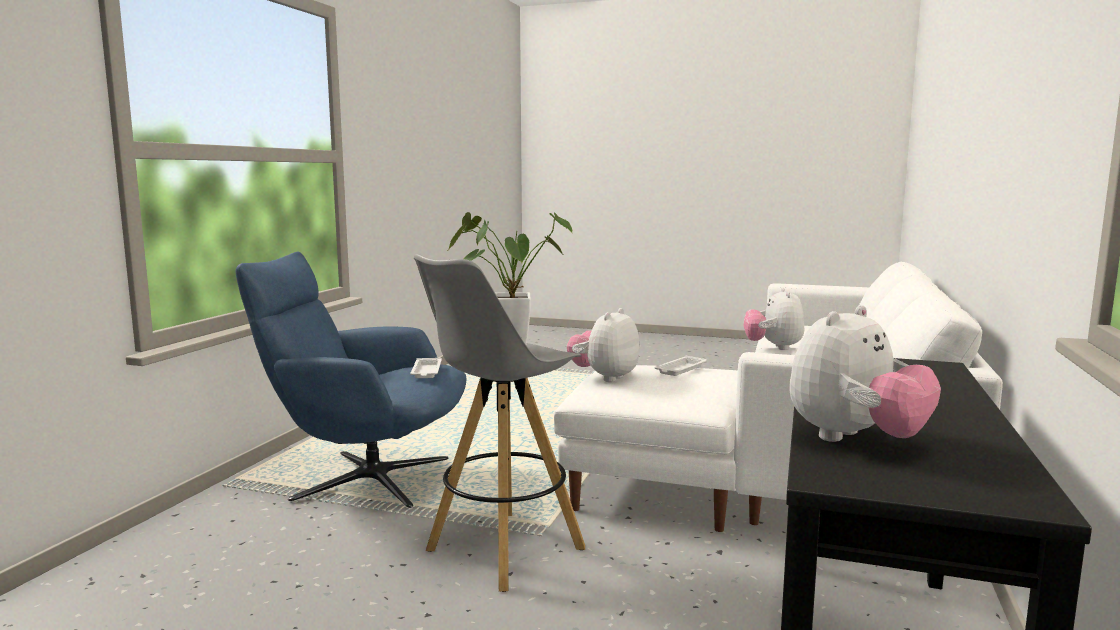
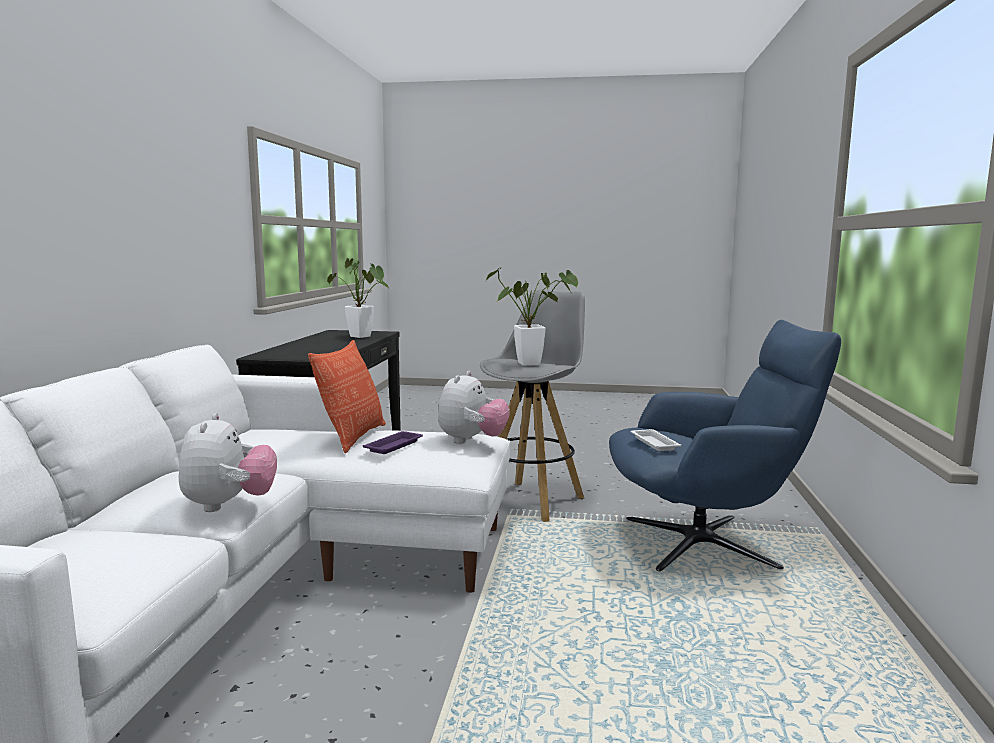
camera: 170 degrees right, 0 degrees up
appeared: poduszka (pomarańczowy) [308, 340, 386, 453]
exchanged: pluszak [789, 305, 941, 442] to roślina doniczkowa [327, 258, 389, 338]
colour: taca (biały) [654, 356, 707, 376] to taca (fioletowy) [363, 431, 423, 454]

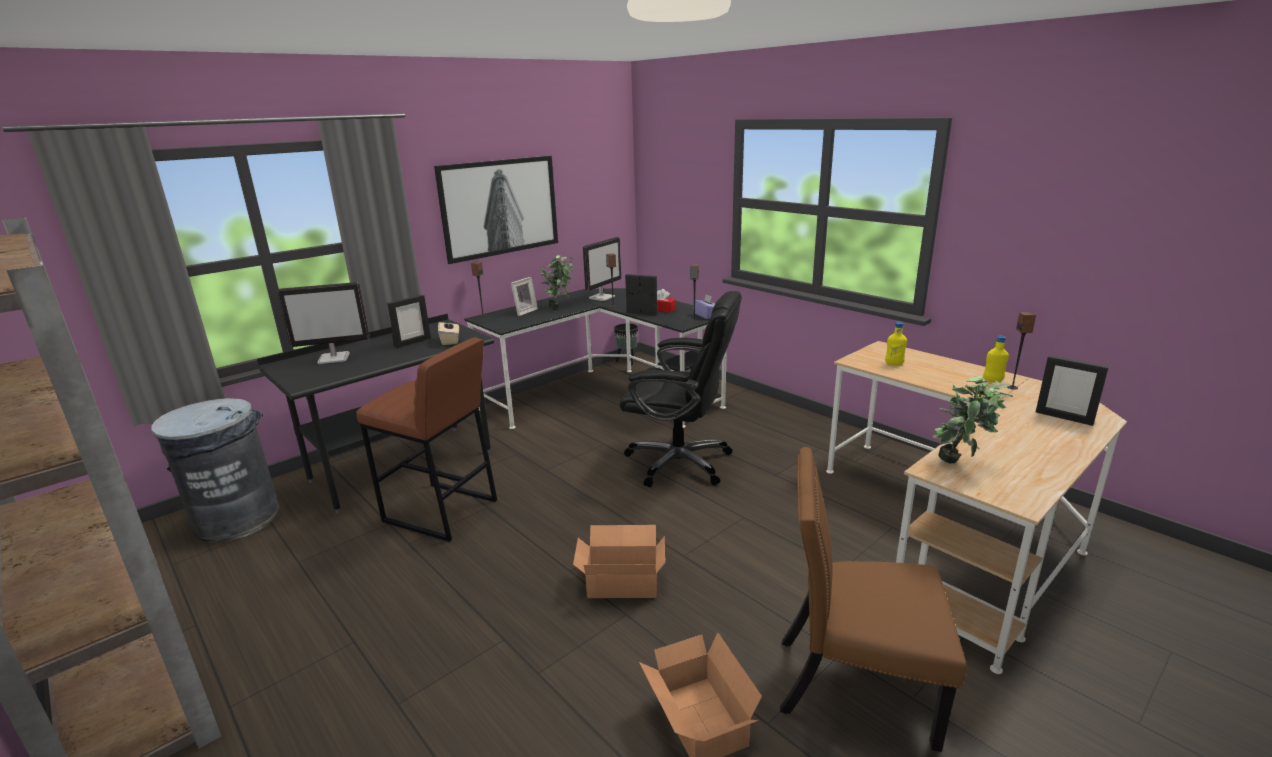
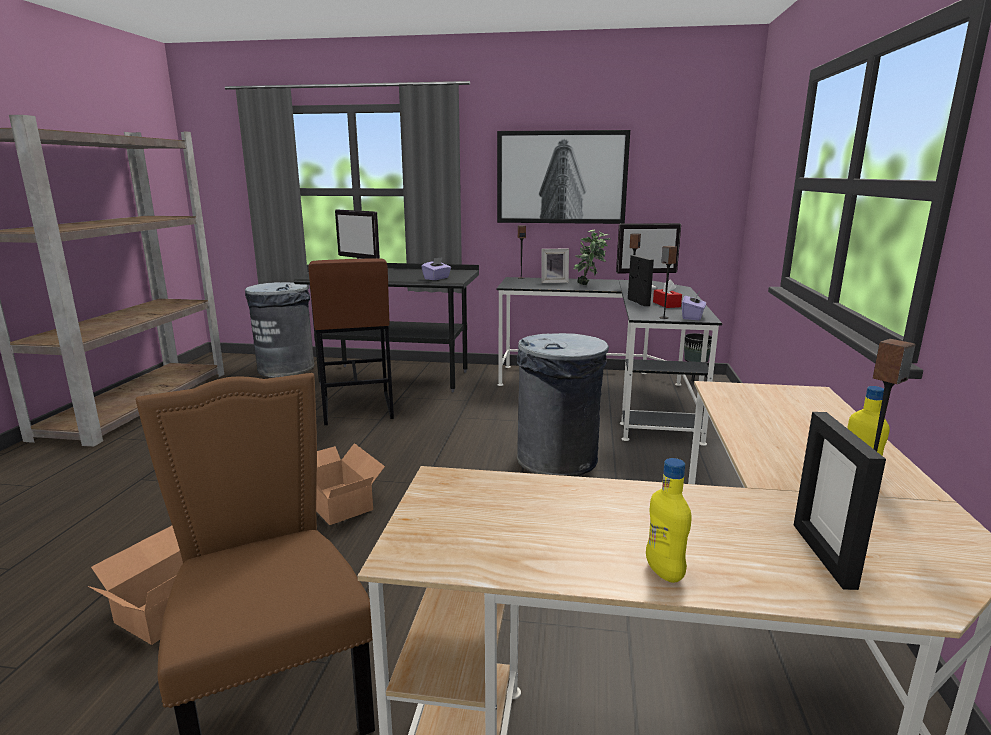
camera: 50 degrees right, 5 degrees down
missing: ramka na zdjęcie [387, 295, 431, 348]; roślina doniczkowa [932, 376, 1013, 464]
relocated: butelka (żółty) [885, 322, 907, 366] to [646, 458, 692, 583]
exchanged: krzesło biurowe (czarny) [620, 291, 742, 488] to kosz na śmieci (szary) [517, 333, 609, 476]
colour: pudełko chusteczek (beżowy) [438, 318, 459, 345] to pudełko chusteczek (fioletowy) [421, 257, 451, 280]

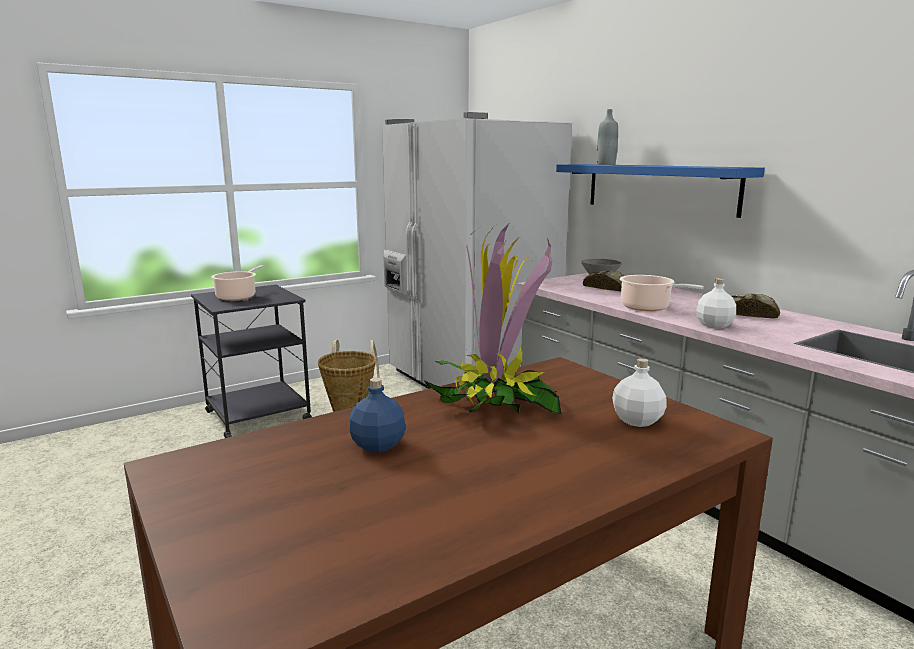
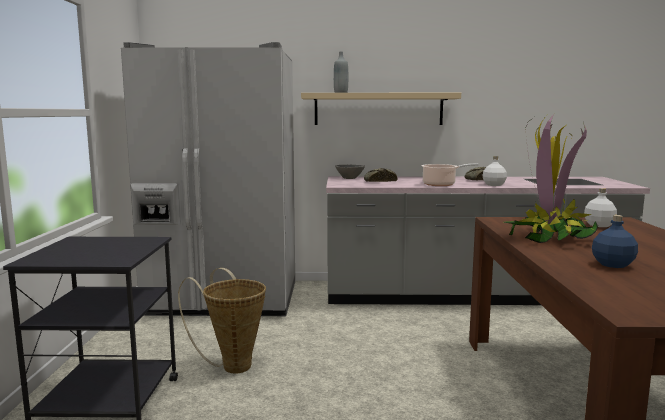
camera: 55 degrees left, 5 degrees down
missing: garnek [211, 265, 264, 301]
colour: półka (niebieski) [556, 164, 765, 218] to półka (beżowy) [301, 93, 461, 125]

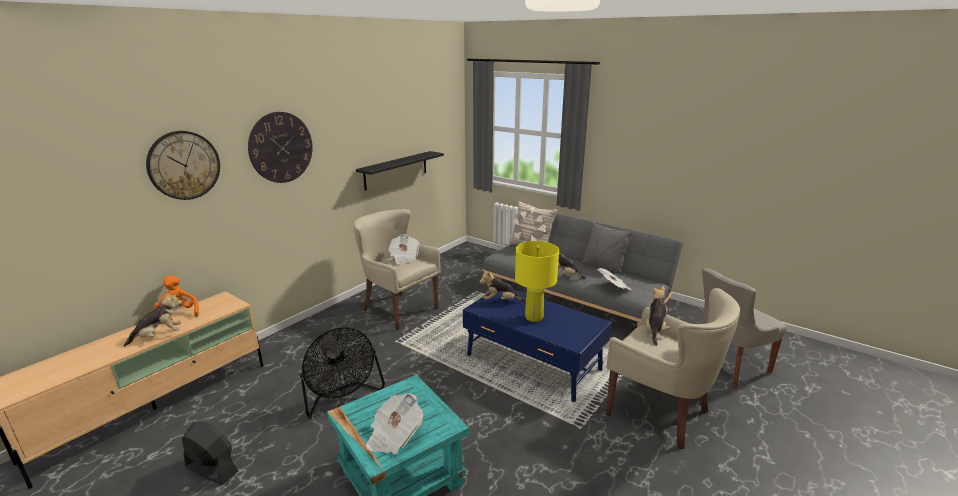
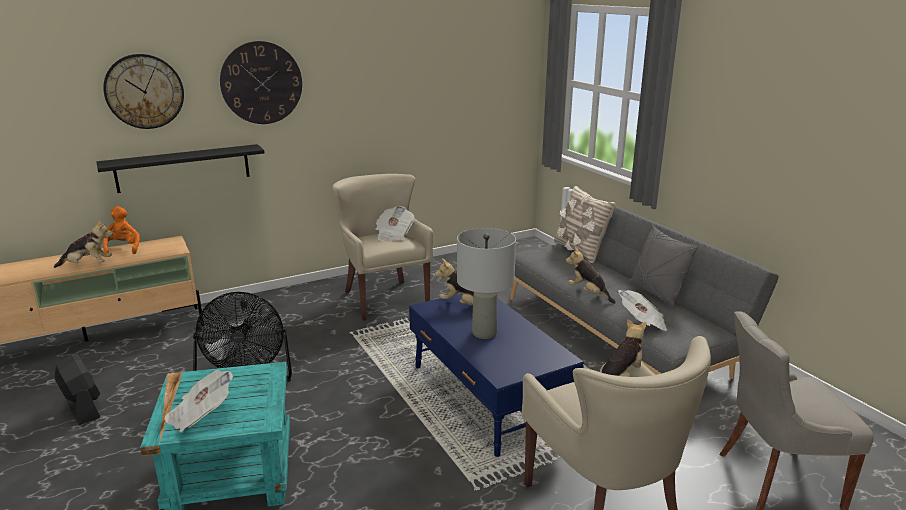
camera: 25 degrees right, 0 degrees up
relocated: półka (czarny) [356, 151, 444, 191] to [97, 144, 265, 193]
colour: lampa stołowa (żółty) [515, 241, 559, 322] to lampa stołowa (szary) [457, 228, 516, 339]

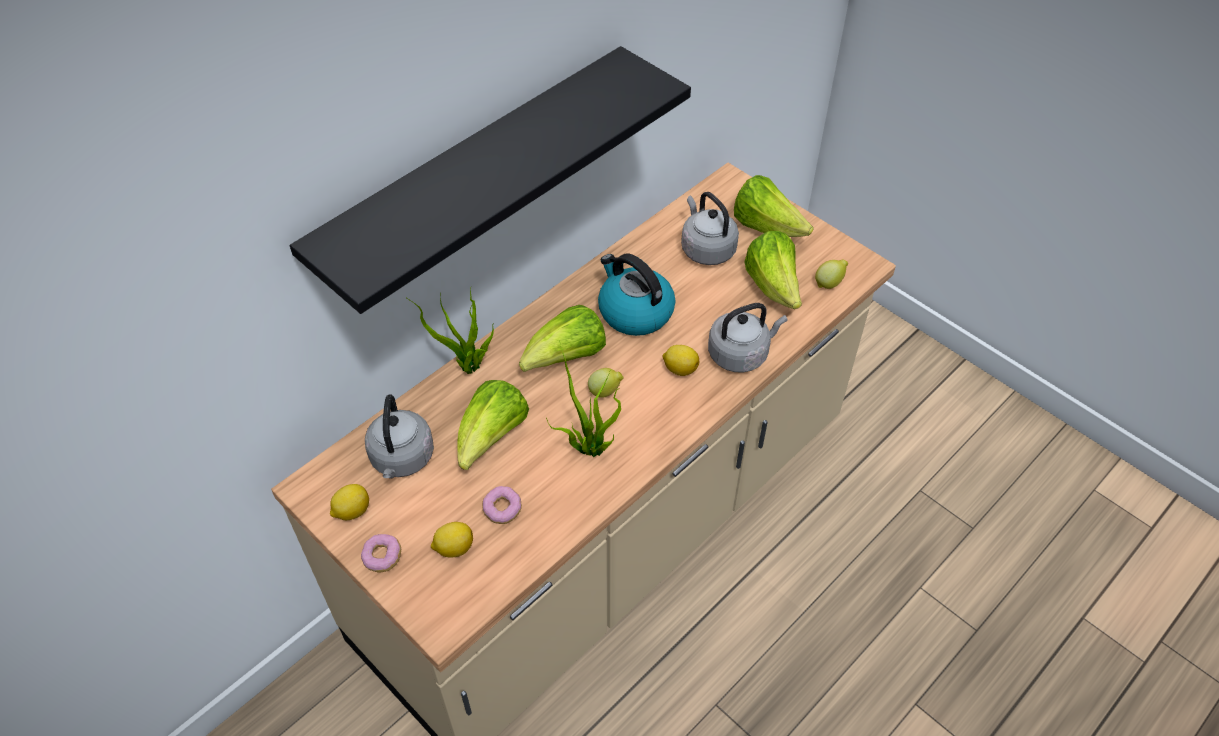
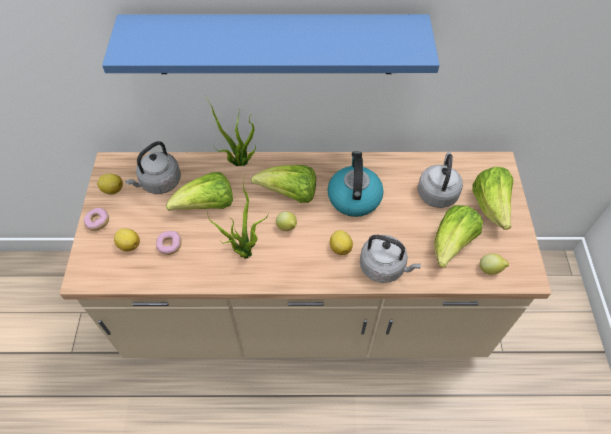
camera: 45 degrees right, 5 degrees up
colour: półka (czarny) [290, 46, 691, 314] to półka (niebieski) [102, 14, 440, 74]

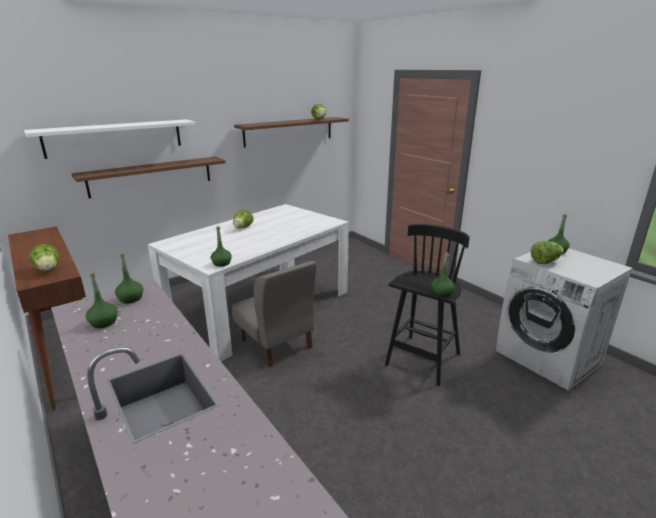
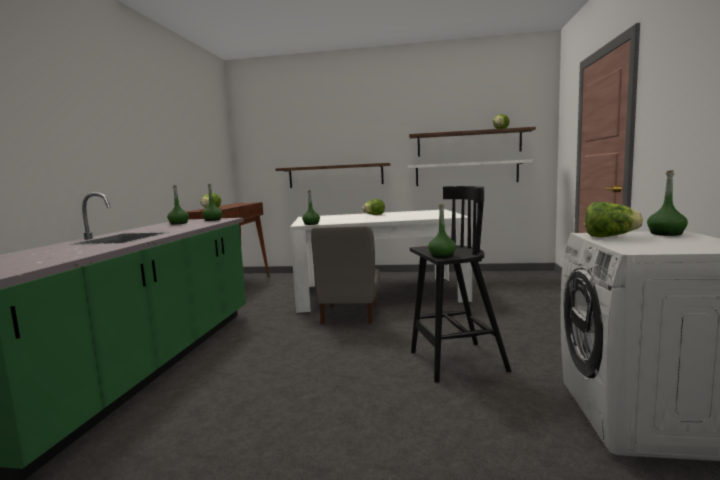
camera: 45 degrees right, 15 degrees down
relocated: półka (biały) [24, 119, 196, 159] to [407, 160, 532, 186]

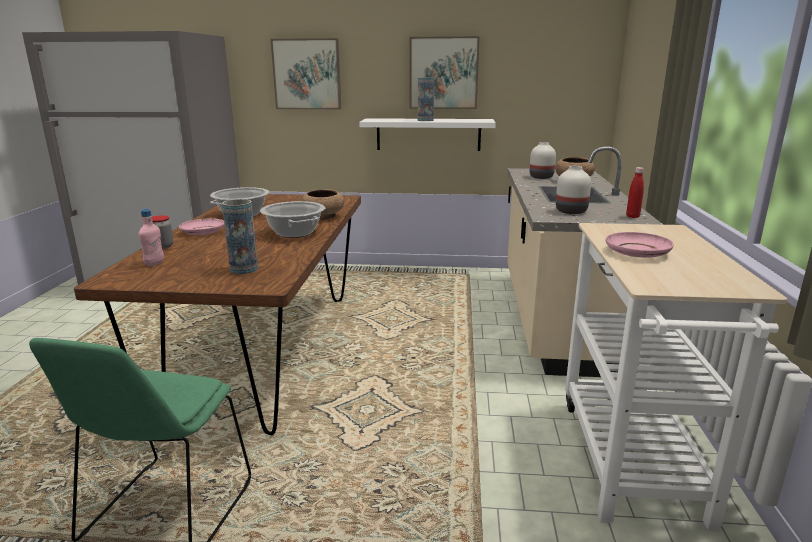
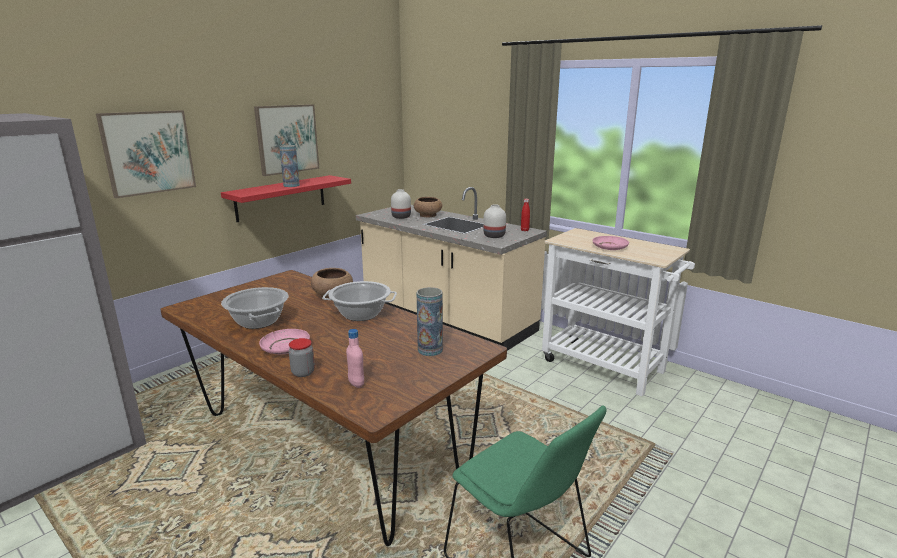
camera: 55 degrees left, 0 degrees up
colour: półka (biały) [359, 118, 496, 151] to półka (czerwony) [221, 175, 351, 222]

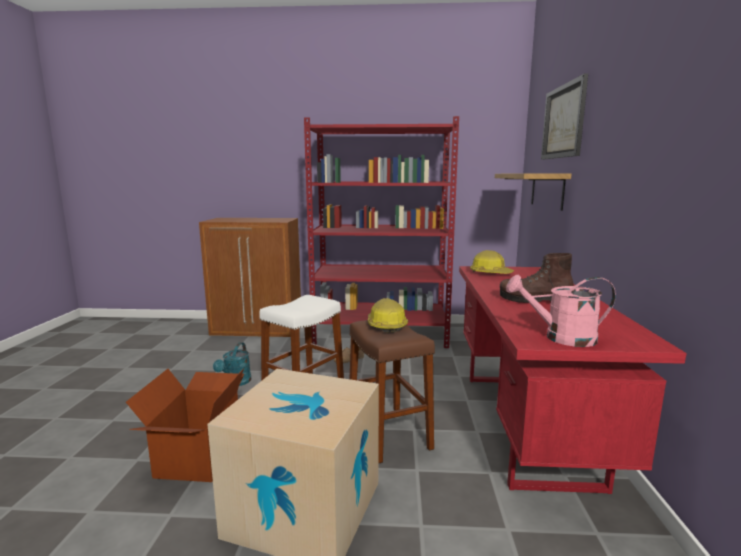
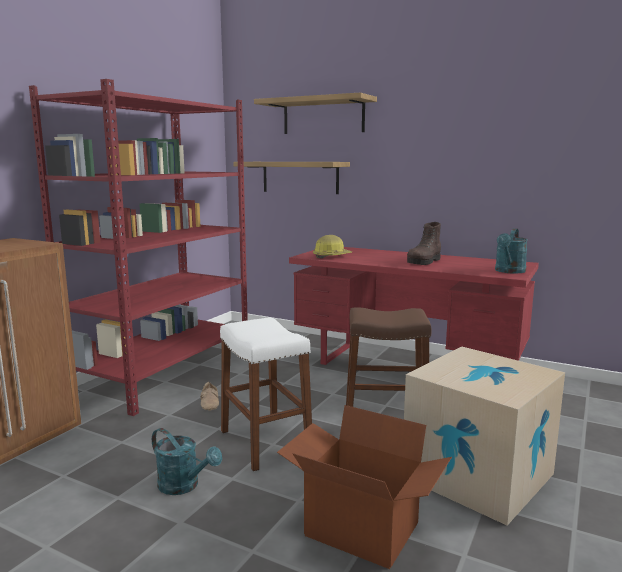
camera: 65 degrees left, 0 degrees up
missing: kask [368, 298, 408, 333]
exchanged: obraz [541, 74, 588, 159] to półka [254, 93, 377, 134]
colour: konewka (różowy) [506, 275, 616, 347] to konewka (turkusowy) [495, 228, 528, 274]

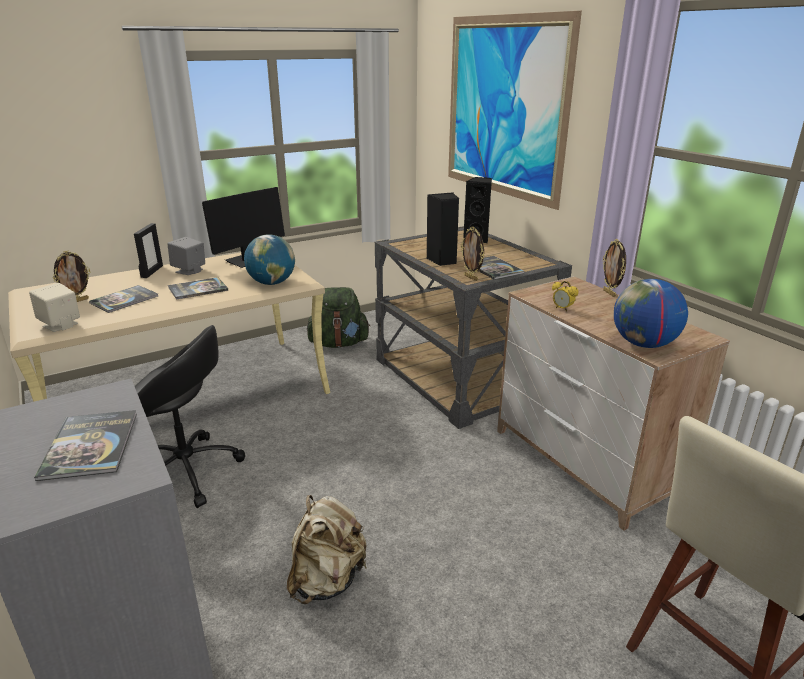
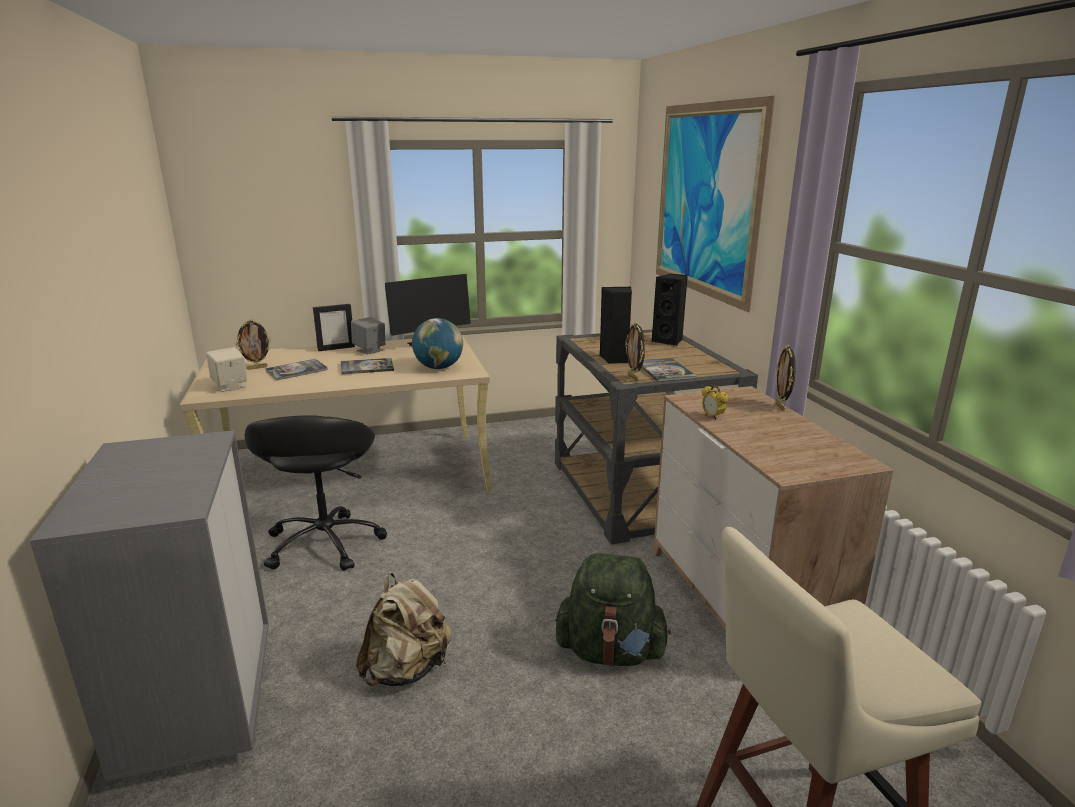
camera: 15 degrees right, 5 degrees down
missing: książka [34, 410, 137, 481]; globus [614, 279, 688, 348]
relocated: plecak (zielony) [307, 287, 370, 348] to [555, 553, 671, 667]
spun: krzesło biurowe (czarny) [135, 325, 245, 508] = [245, 415, 387, 571] 60 degrees clockwise; ramka na zdjęcie [134, 223, 163, 278] = [313, 304, 355, 351] 45 degrees clockwise

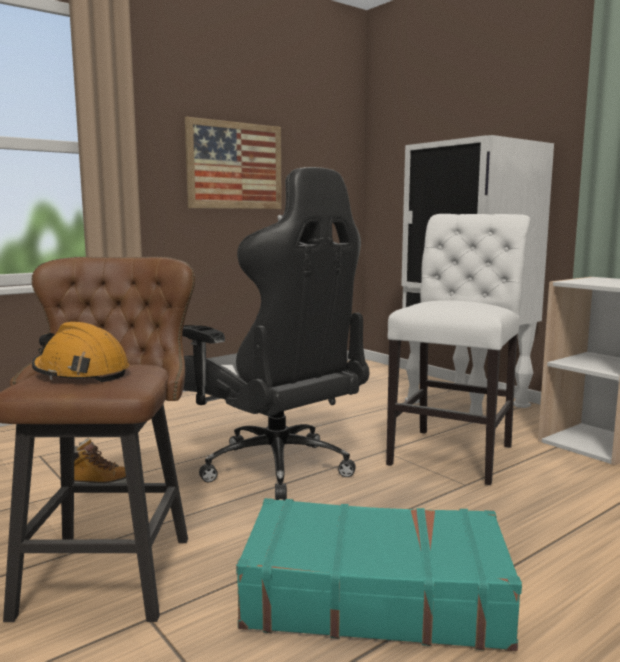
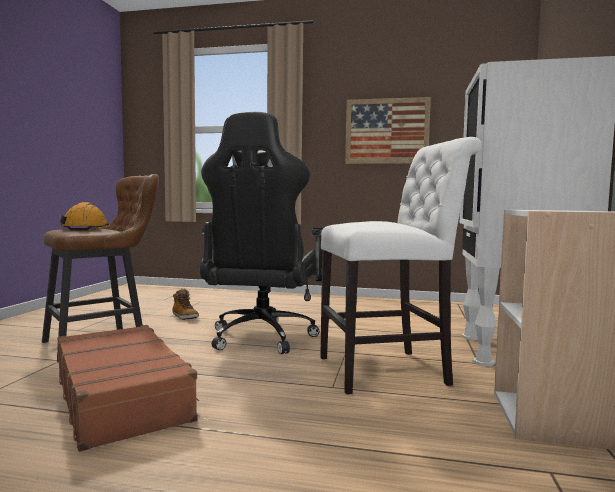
camera: 50 degrees right, 5 degrees down
colour: walizka (turkusowy) [236, 498, 522, 651] to walizka (brązowy) [57, 325, 199, 452]

